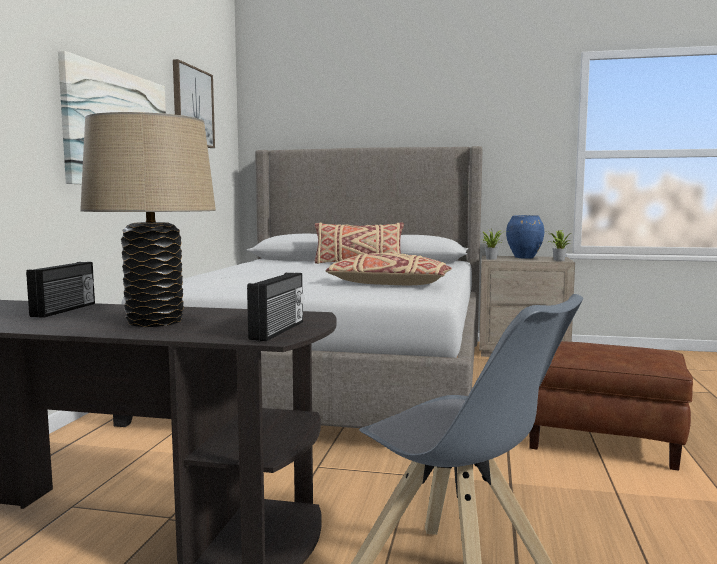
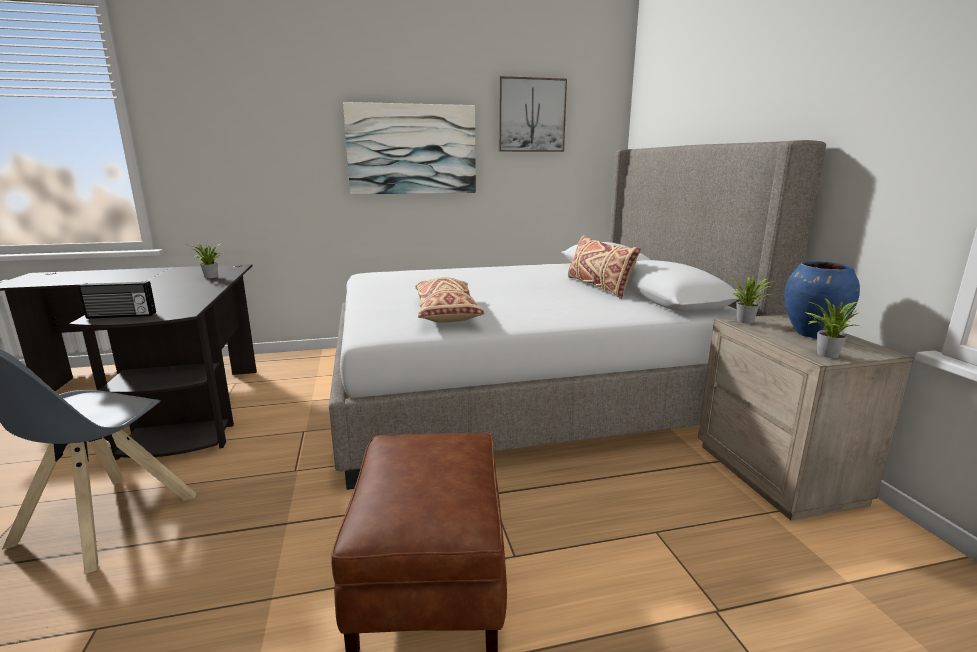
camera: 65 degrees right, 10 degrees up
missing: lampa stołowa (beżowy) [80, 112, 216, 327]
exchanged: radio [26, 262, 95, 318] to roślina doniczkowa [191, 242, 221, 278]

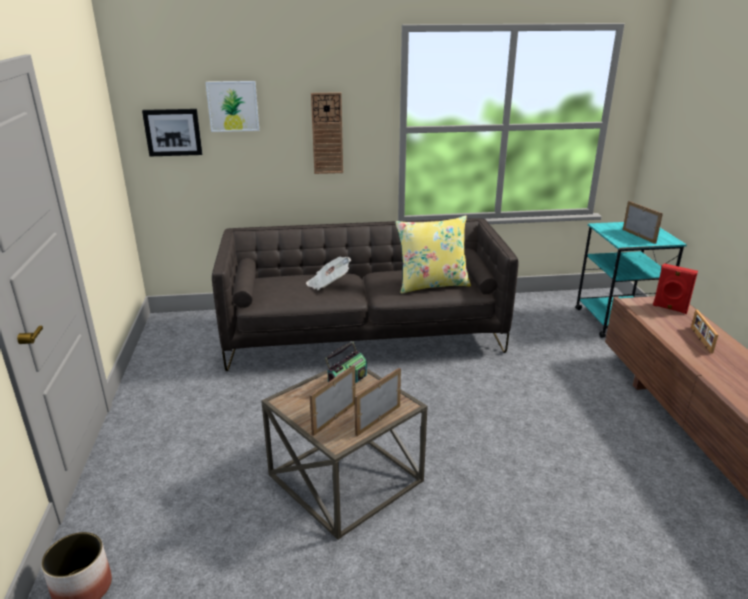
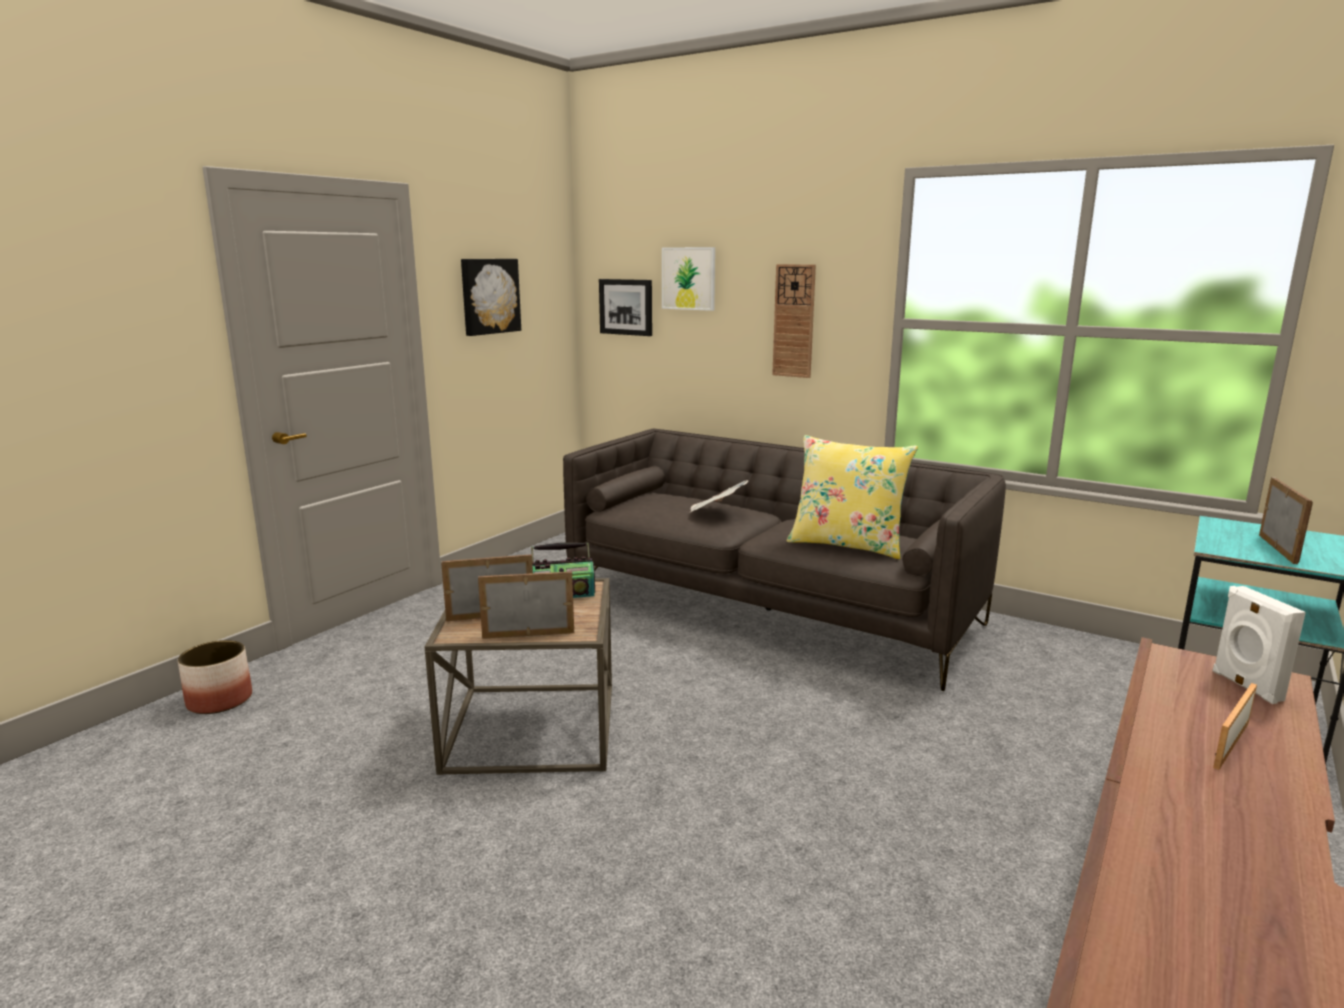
camera: 40 degrees right, 10 degrees down
appeared: obraz [461, 259, 521, 336]
colour: głośnik (czerwony) [653, 263, 698, 314] to głośnik (biały) [1213, 586, 1306, 704]

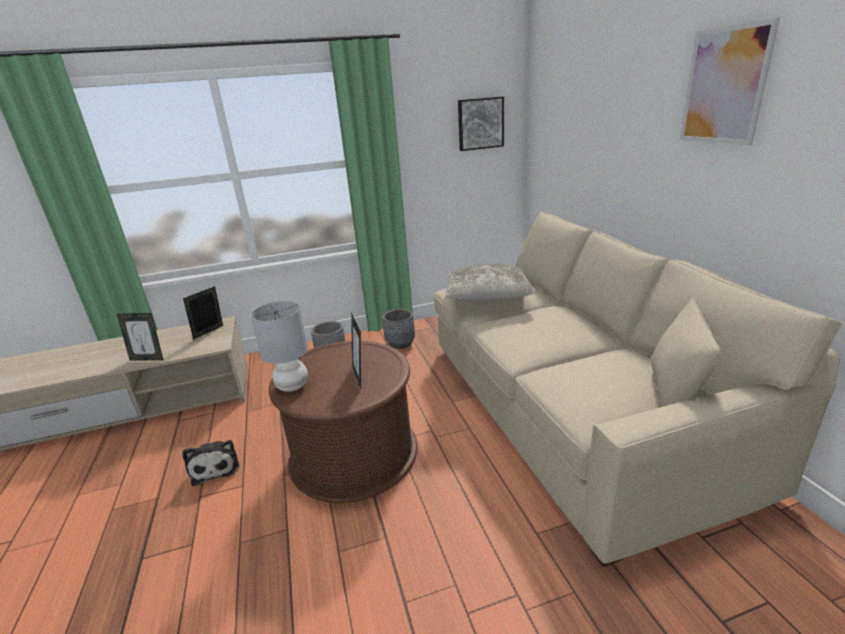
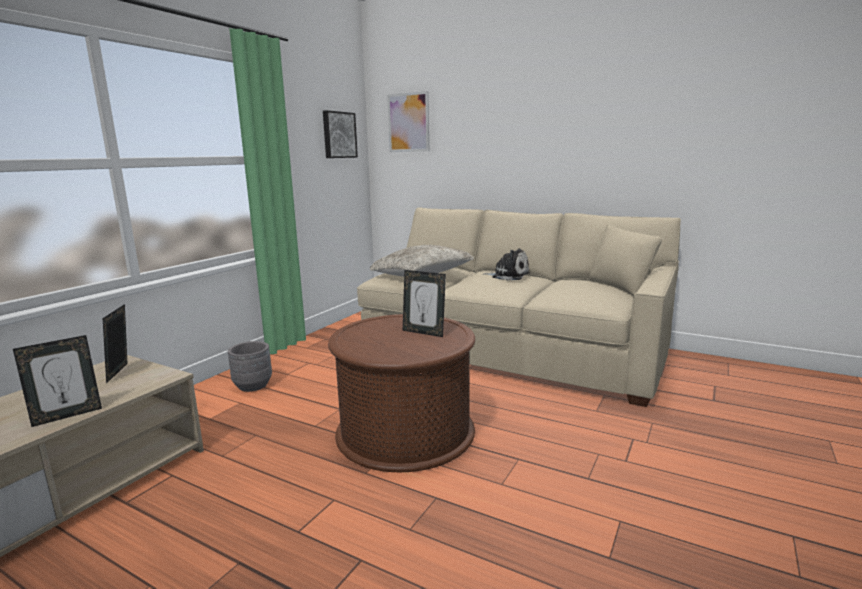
camera: 45 degrees left, 10 degrees down
missing: lampa stołowa (szary) [250, 301, 308, 392]; donica (szary) [382, 309, 415, 349]
relocated: obraz [680, 18, 780, 145] to [387, 91, 429, 152]; pluszak [182, 440, 239, 486] to [482, 248, 530, 280]

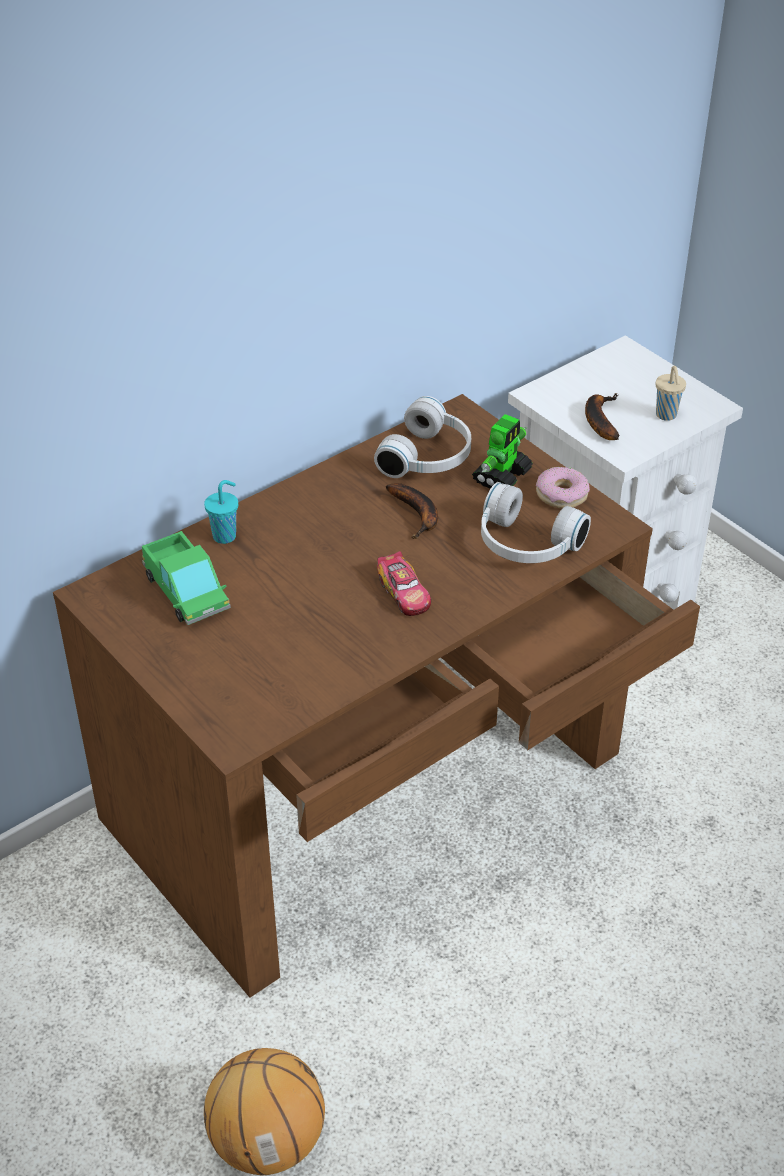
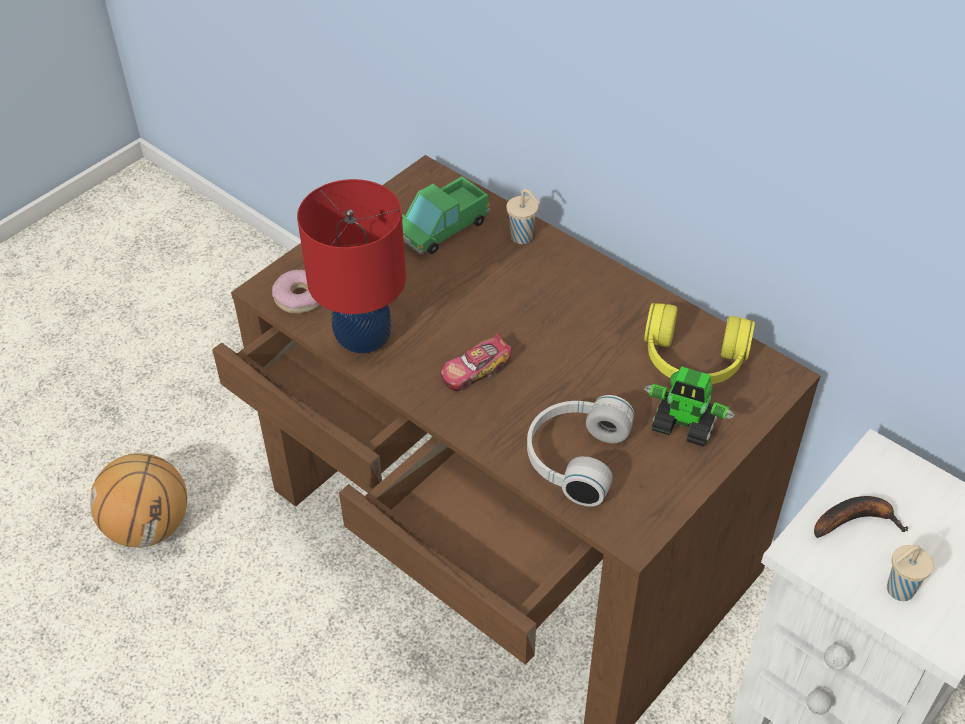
camera: 80 degrees right, 5 degrees up
missing: banan [386, 483, 438, 539]
appeared: lampa stołowa (czerwony) [297, 179, 406, 353]
relocated: donut [536, 467, 590, 508] to [272, 270, 320, 314]
colour: filiżanka (turkusowy) [204, 480, 238, 544] to filiżanka (beżowy) [507, 189, 540, 244]; słuchawki (biały) [374, 396, 471, 478] to słuchawki (żółty) [644, 303, 755, 385]

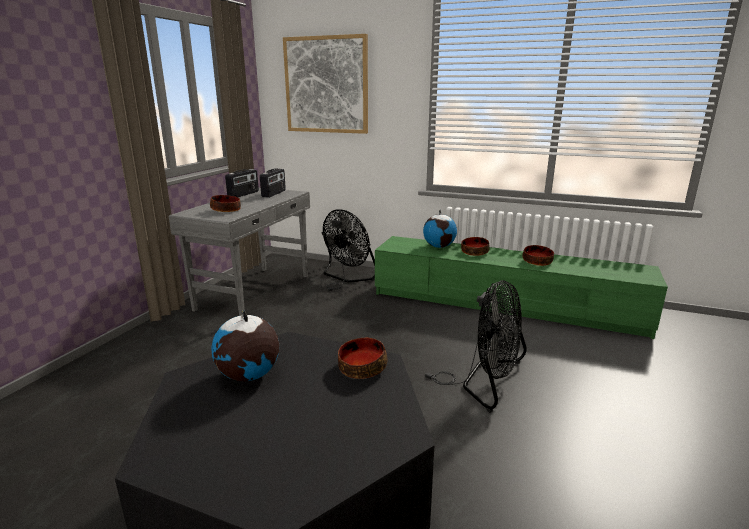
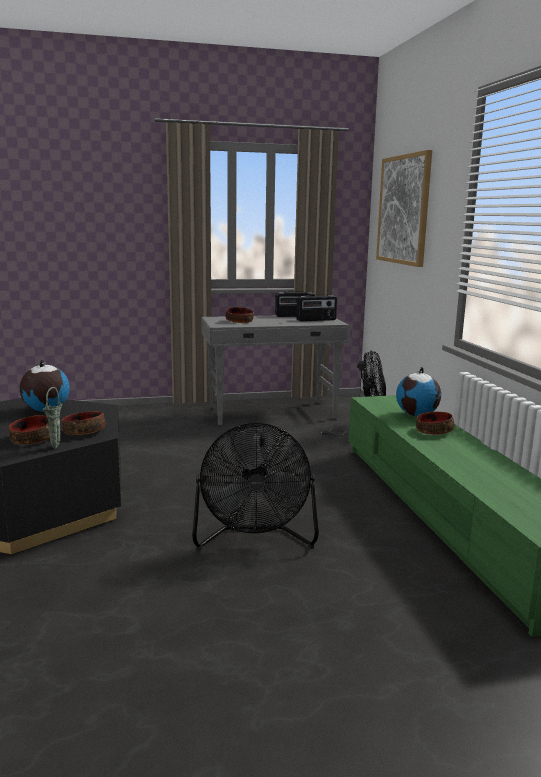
camera: 55 degrees right, 5 degrees down
appeared: wazon (zielony) [43, 387, 63, 449]
relocated: miska [523, 245, 554, 266] to [9, 415, 50, 445]

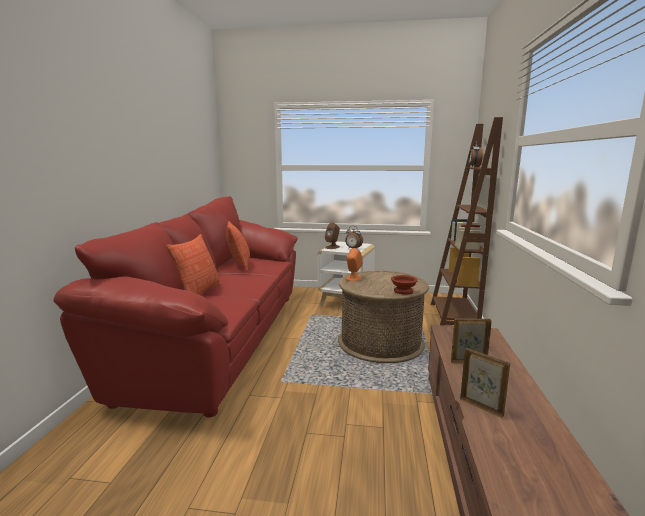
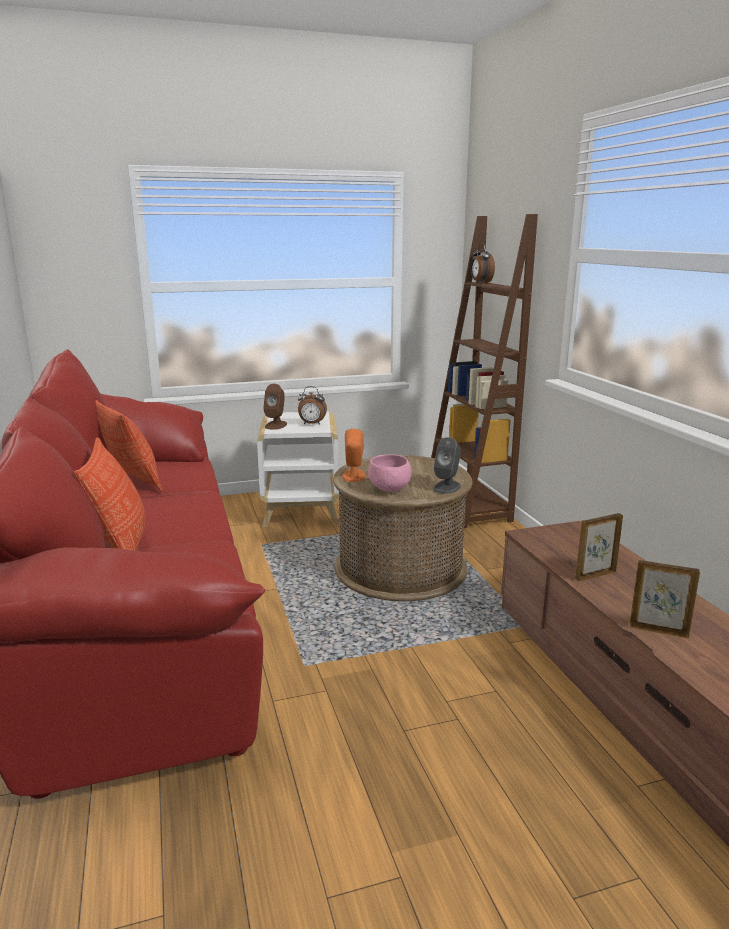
camera: 25 degrees left, 5 degrees up
appeared: miska (różowy) [368, 454, 411, 492]
exchanged: miska (brązowy) [391, 275, 418, 295] to głośnik (szary) [434, 437, 461, 494]

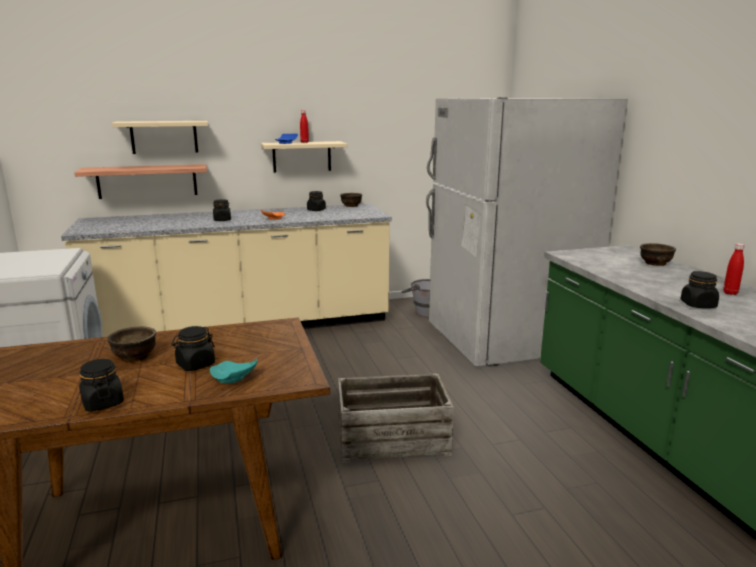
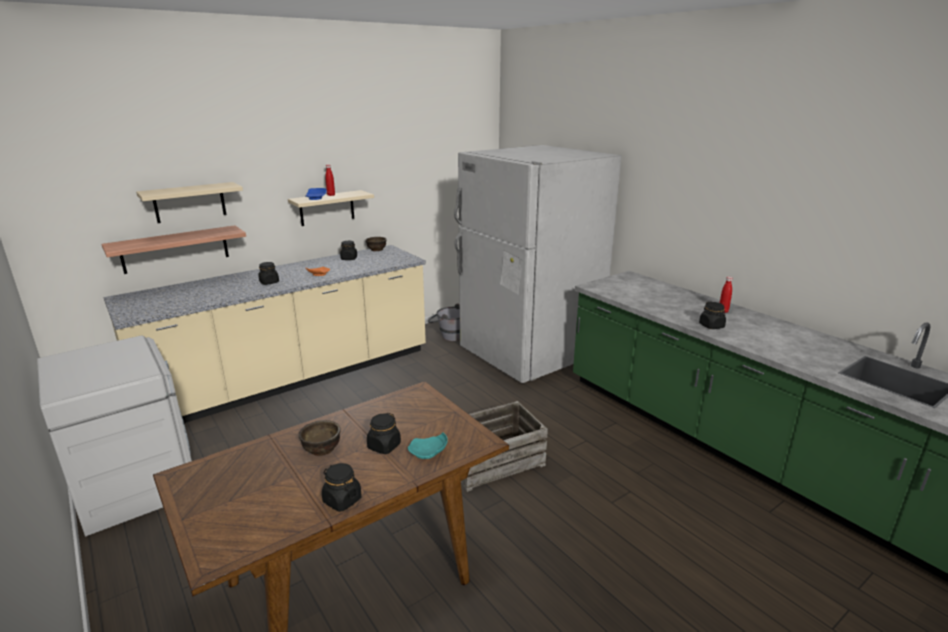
camera: 20 degrees left, 5 degrees up
missing: miska (brązowy) [640, 243, 676, 266]

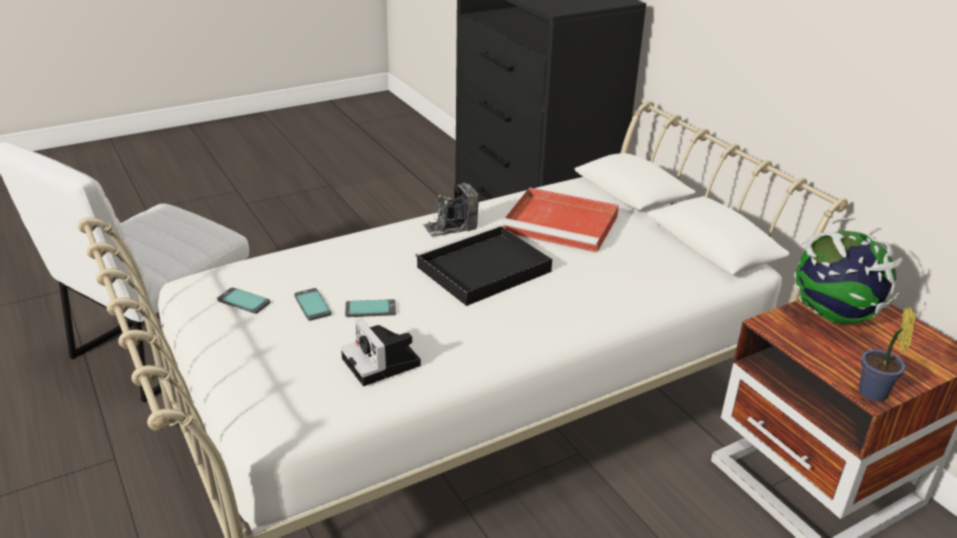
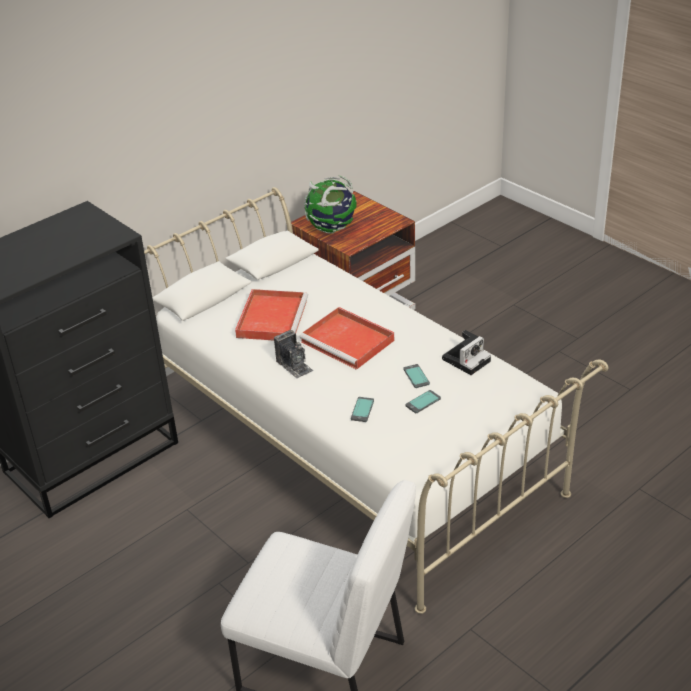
camera: 100 degrees left, 5 degrees up
missing: roślina doniczkowa [859, 306, 915, 402]
relocated: telefon [217, 287, 270, 314] to [351, 397, 374, 422]
colour: taca (czarny) [415, 225, 552, 306] to taca (czerwony) [299, 307, 394, 370]

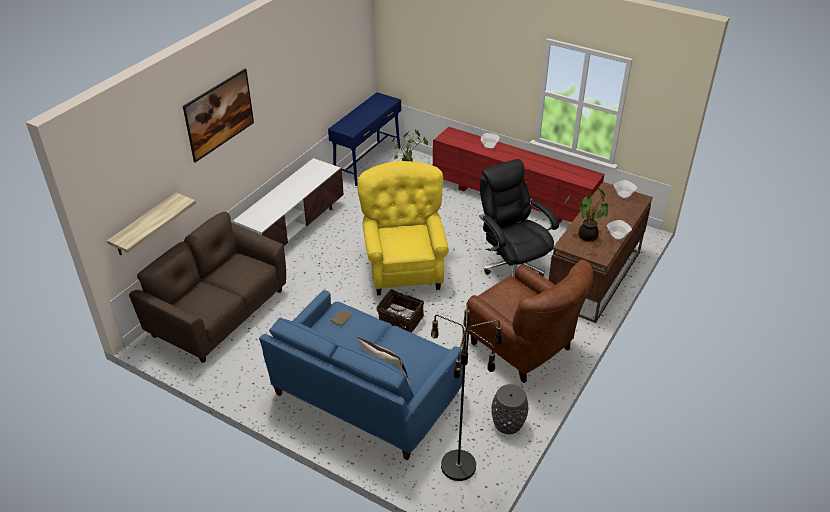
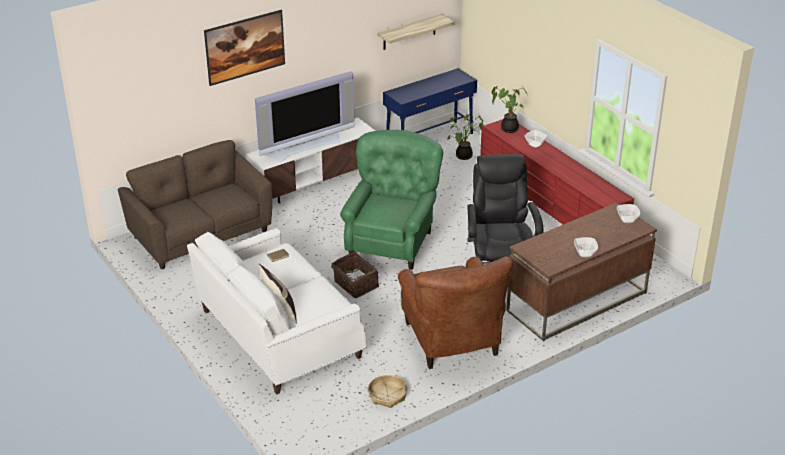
camera: 25 degrees right, 5 degrees down
missing: lampa stojąca [431, 304, 502, 481]
appeared: telewizor [255, 71, 354, 162]
relocated: półka [107, 193, 196, 255] to [377, 14, 455, 50]; roślina doniczkowa [565, 188, 608, 241] to [491, 86, 527, 133]
exchanged: stołek (szary) [491, 384, 528, 434] to koszyk [368, 375, 407, 408]
colour: kanapa (niebieski) [259, 290, 465, 460] to kanapa (biały) [187, 228, 367, 394]; fotel (żółty) [357, 161, 449, 295] to fotel (zielony) [340, 130, 443, 270]

